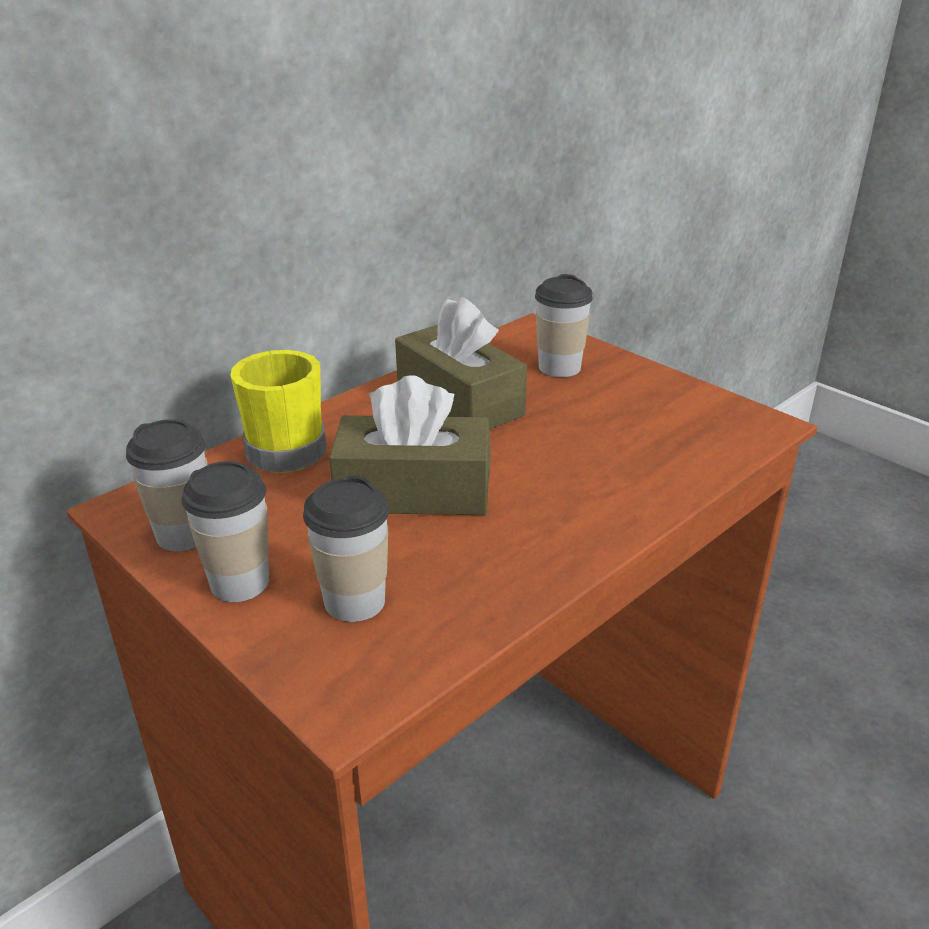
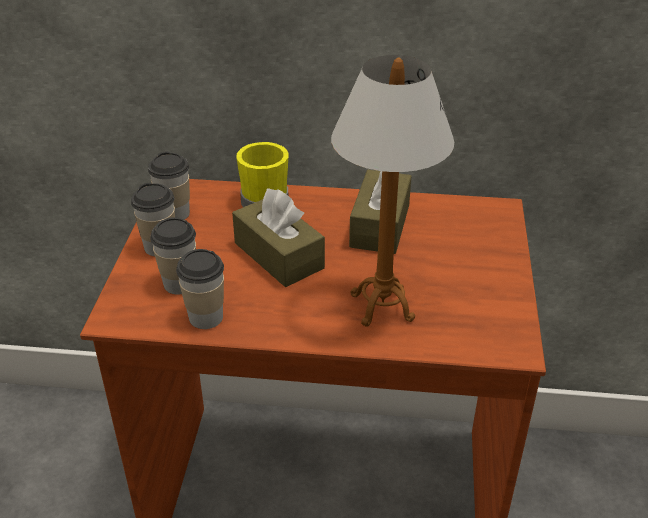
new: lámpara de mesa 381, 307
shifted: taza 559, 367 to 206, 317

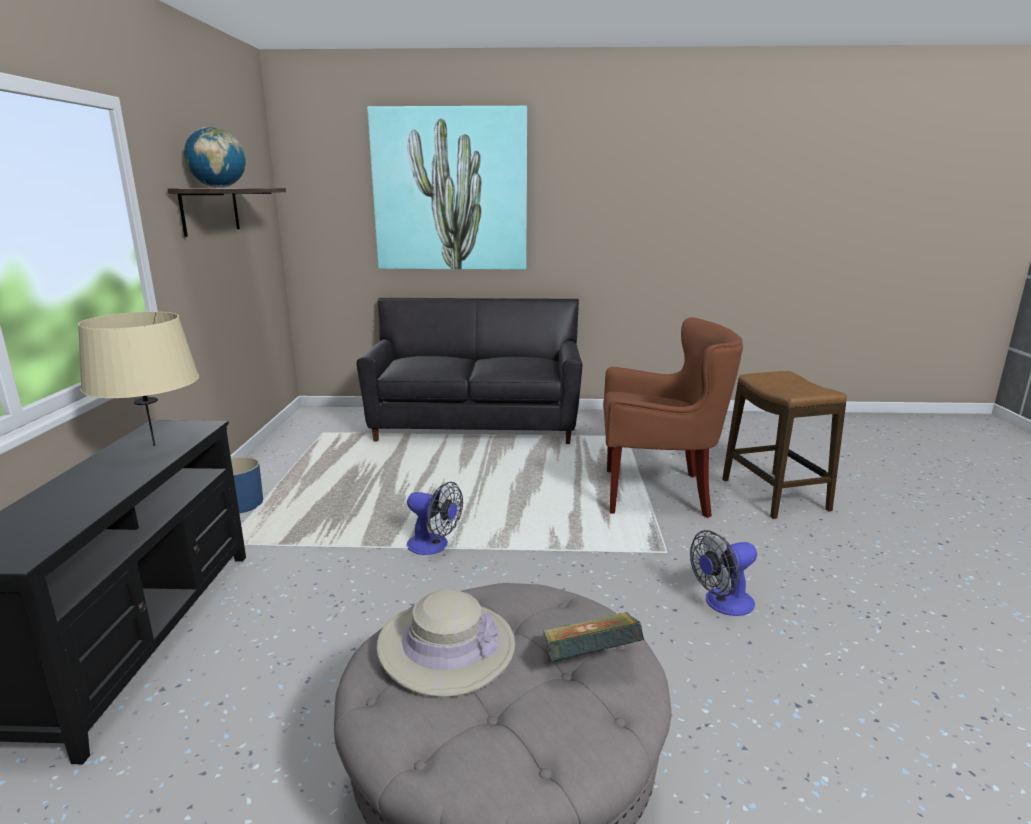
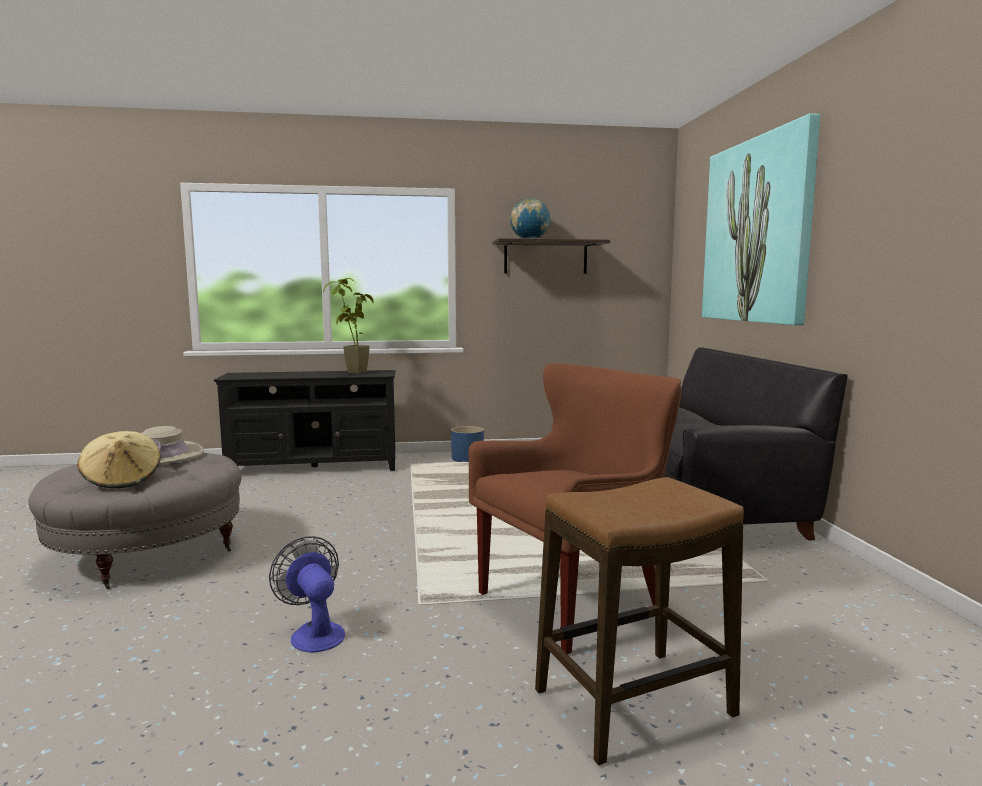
gone: ventilador 434, 546
swapped: libro 589, 661 to sombrero [beis] 122, 480; lámpara de mesa [beis] 155, 446 to planta en maceta 351, 373
rotated: sillón [marrón] 658, 494 = 575, 603 120 degrees counterclockwise

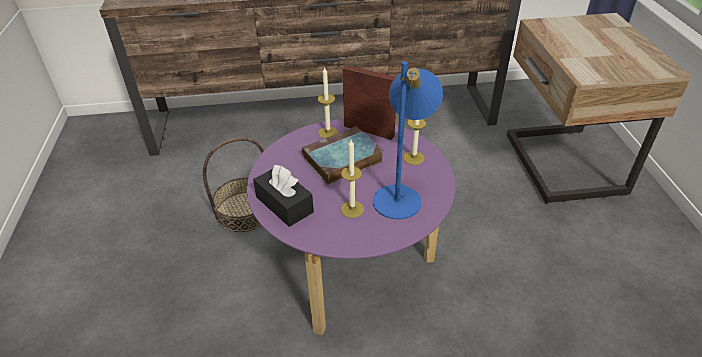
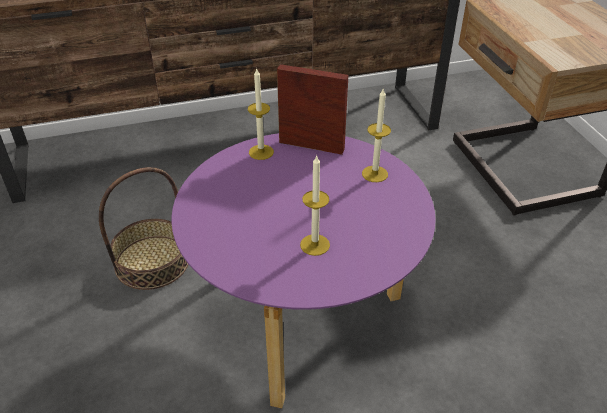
gone: caja de pañuelos [negro] 284, 204; libro 341, 160; lámpara de mesa [azul] 401, 196

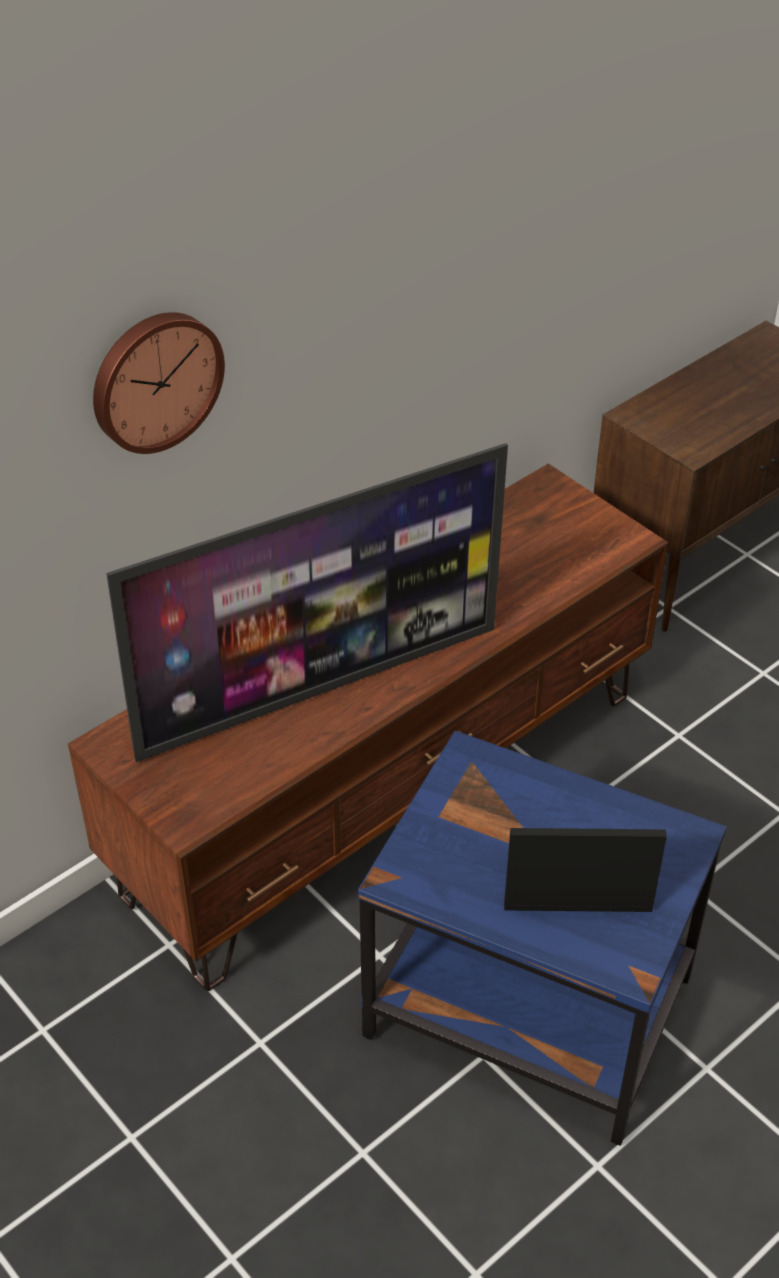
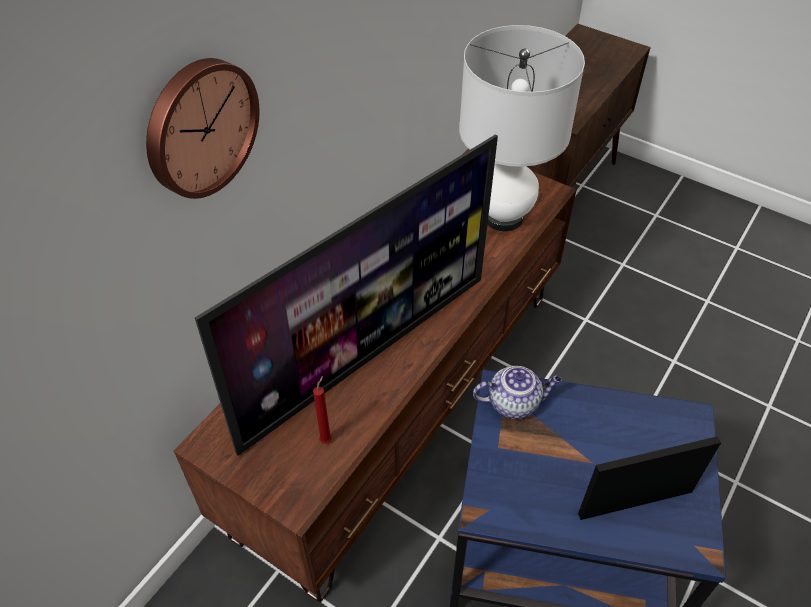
new: vela [rojo] 327, 439; lámpara de mesa [blanco] 503, 217; tetera 514, 403

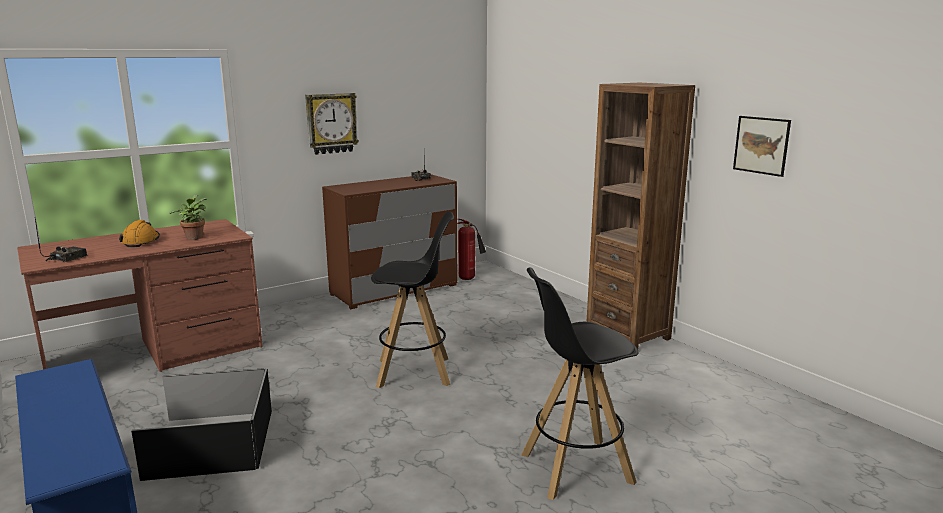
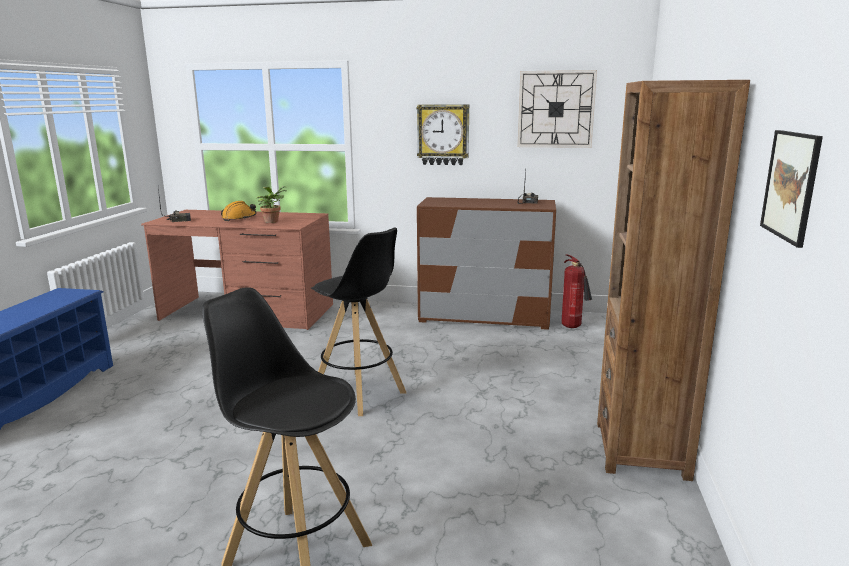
gone: caja de almacenaje [negro] 211, 442
new: reloj de pared 556, 109

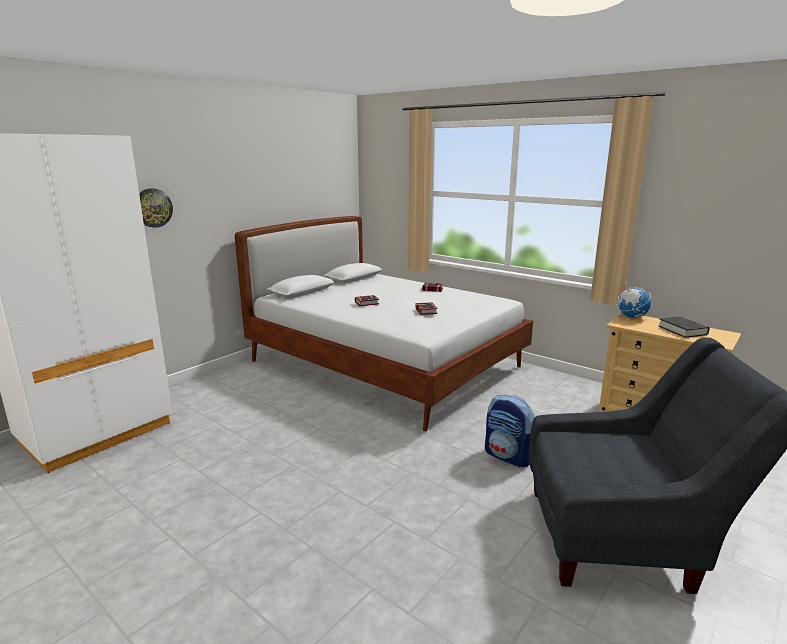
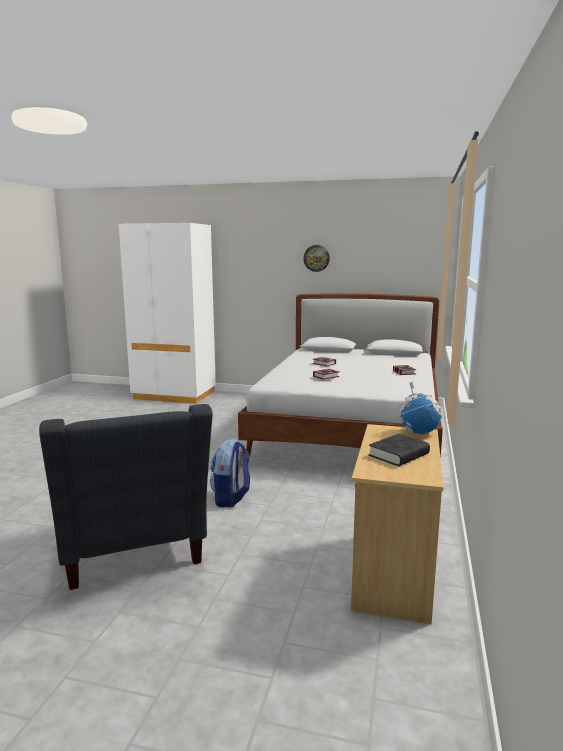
shifted: reloj de pared 153, 208 to 316, 258

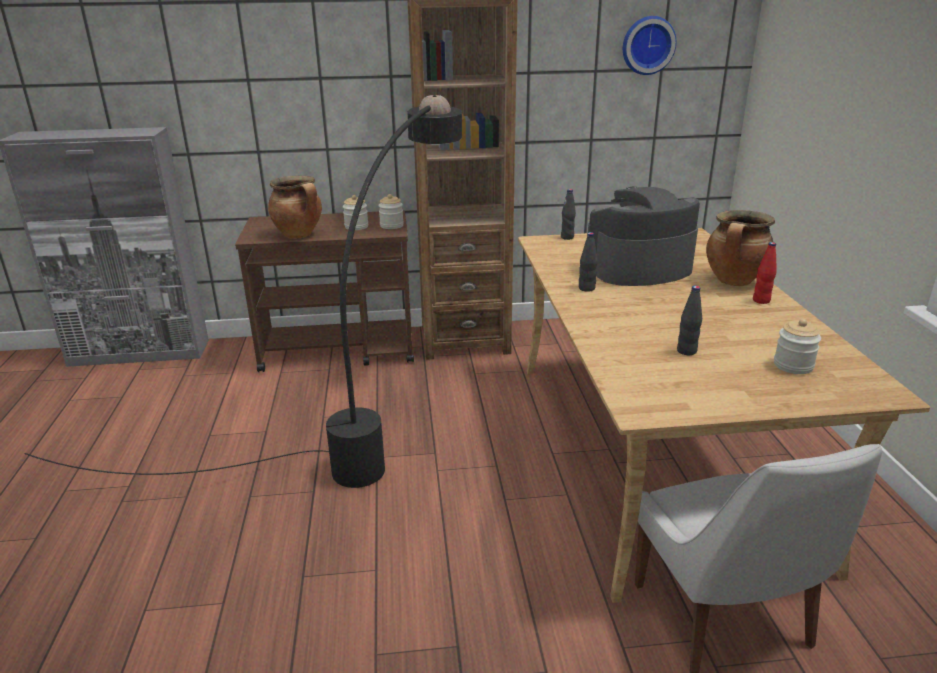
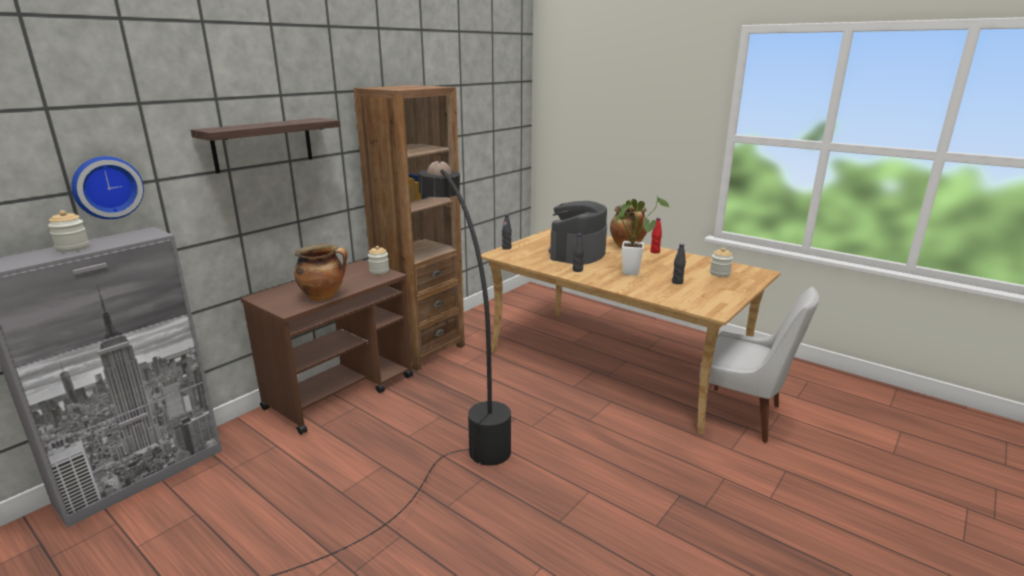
new: estante 263, 144; planta en maceta 631, 271
shifted: tarro 356, 227 to 73, 248; reloj de pared 647, 45 to 106, 187

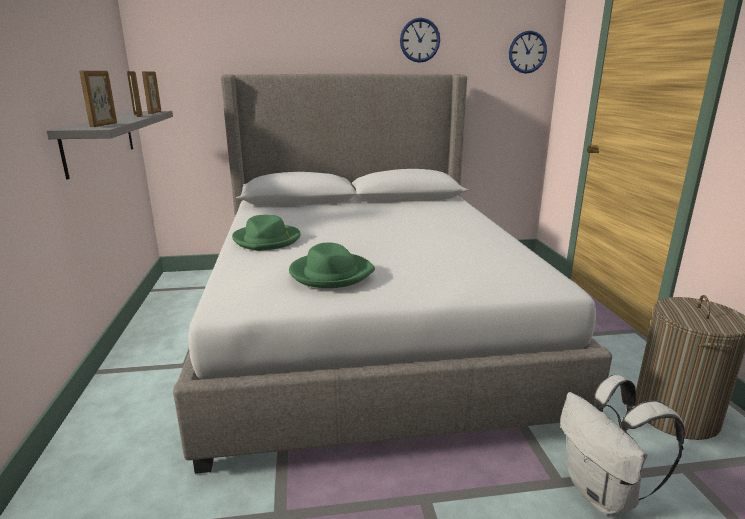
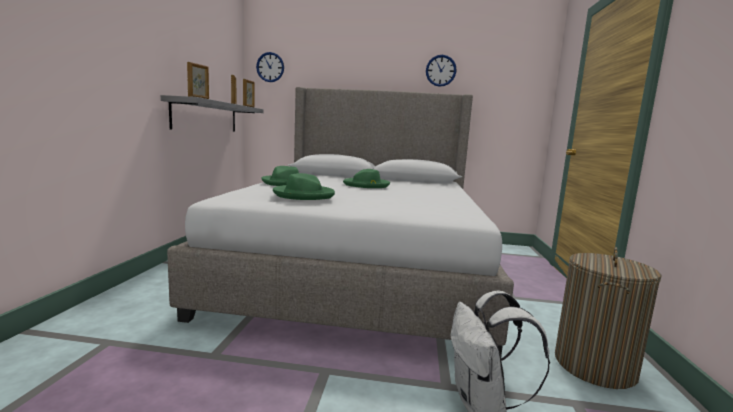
new: sombrero [verde] 366, 185
shifted: reloj de pared 527, 52 to 270, 67

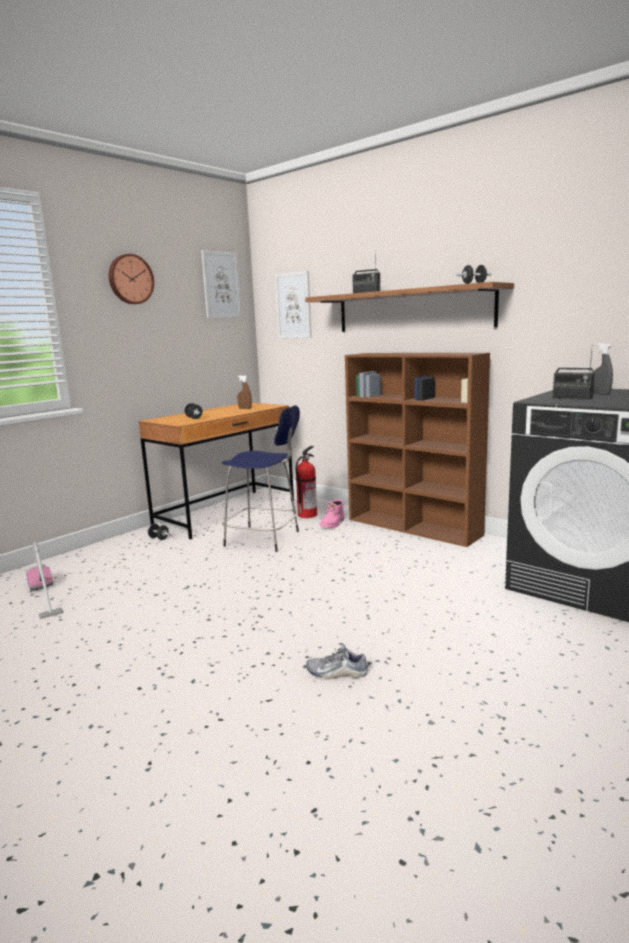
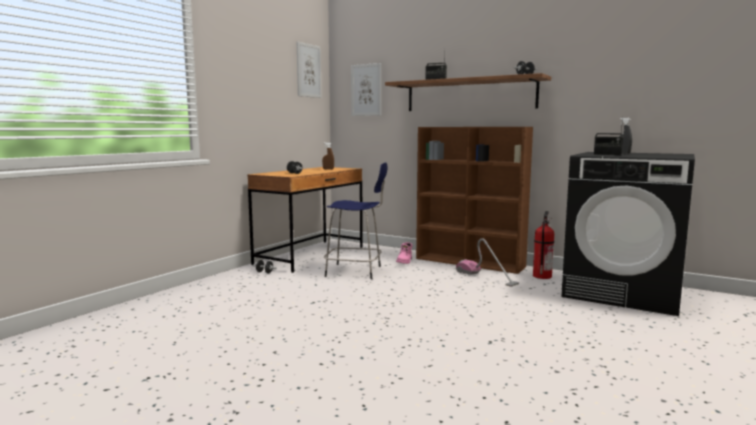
gone: reloj de pared 130, 279; zapato 337, 673
shifted: aspiradora 44, 597 to 486, 277; extintor 307, 514 to 542, 276

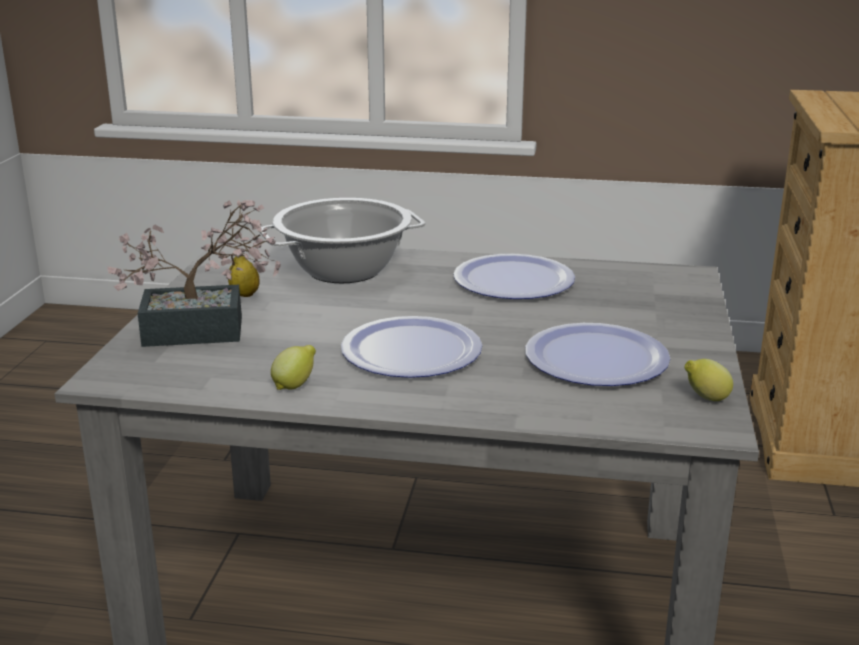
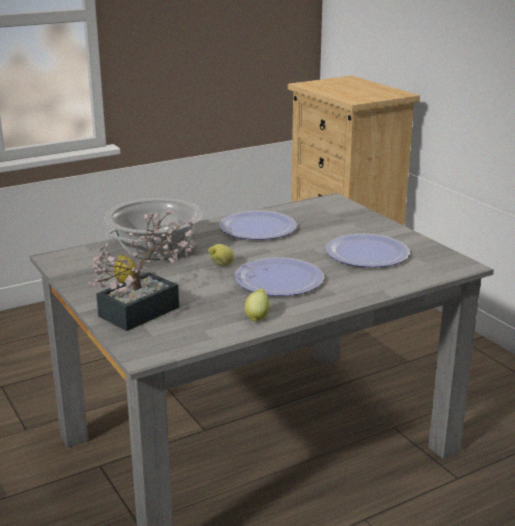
shifted: limón 705, 398 to 220, 266

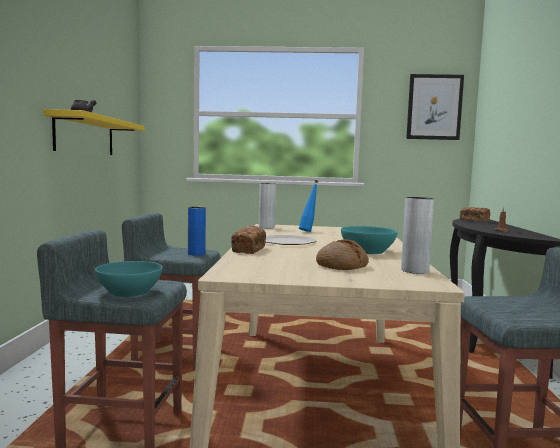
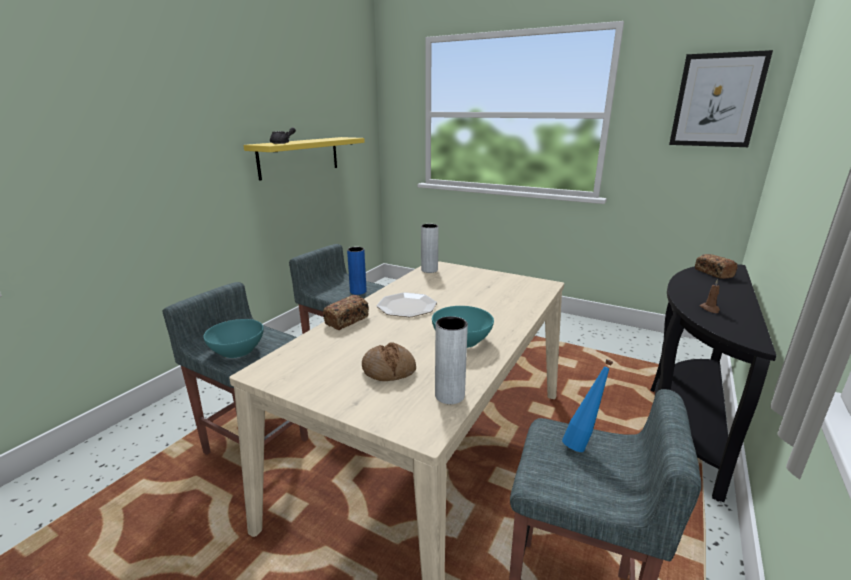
shifted: botella [azul] 308, 231 to 582, 443

